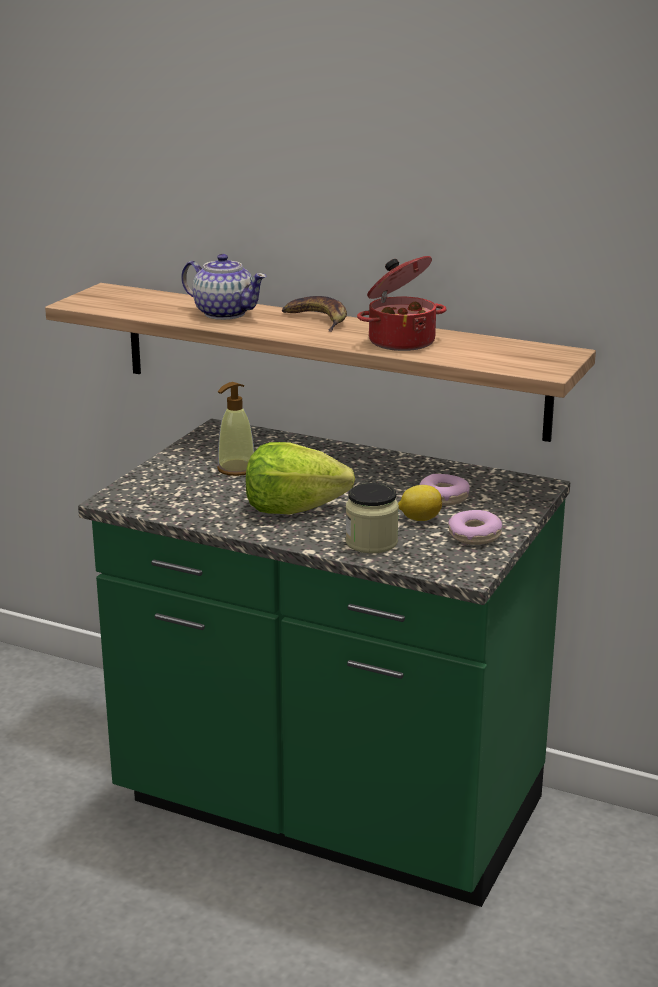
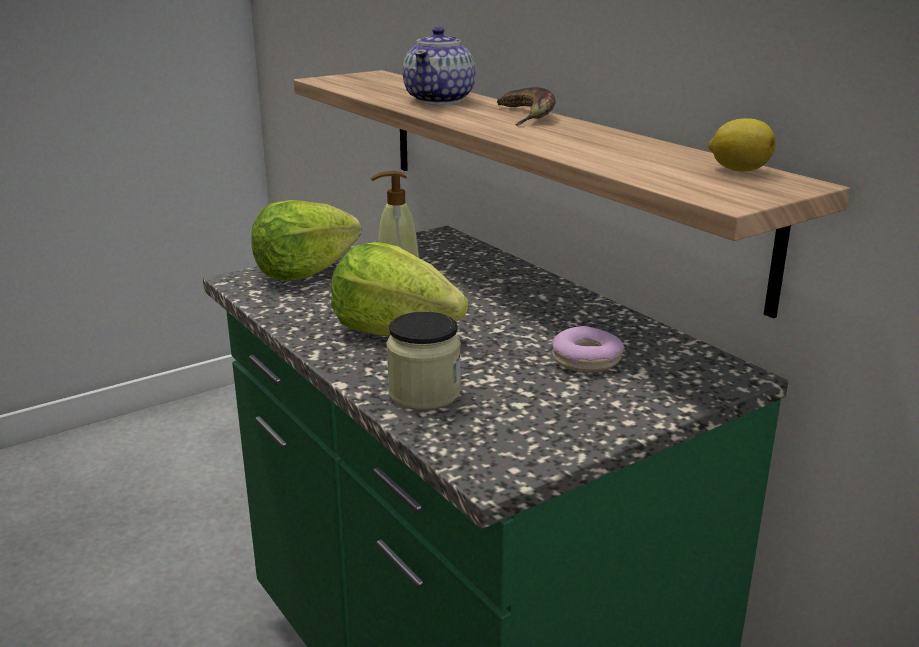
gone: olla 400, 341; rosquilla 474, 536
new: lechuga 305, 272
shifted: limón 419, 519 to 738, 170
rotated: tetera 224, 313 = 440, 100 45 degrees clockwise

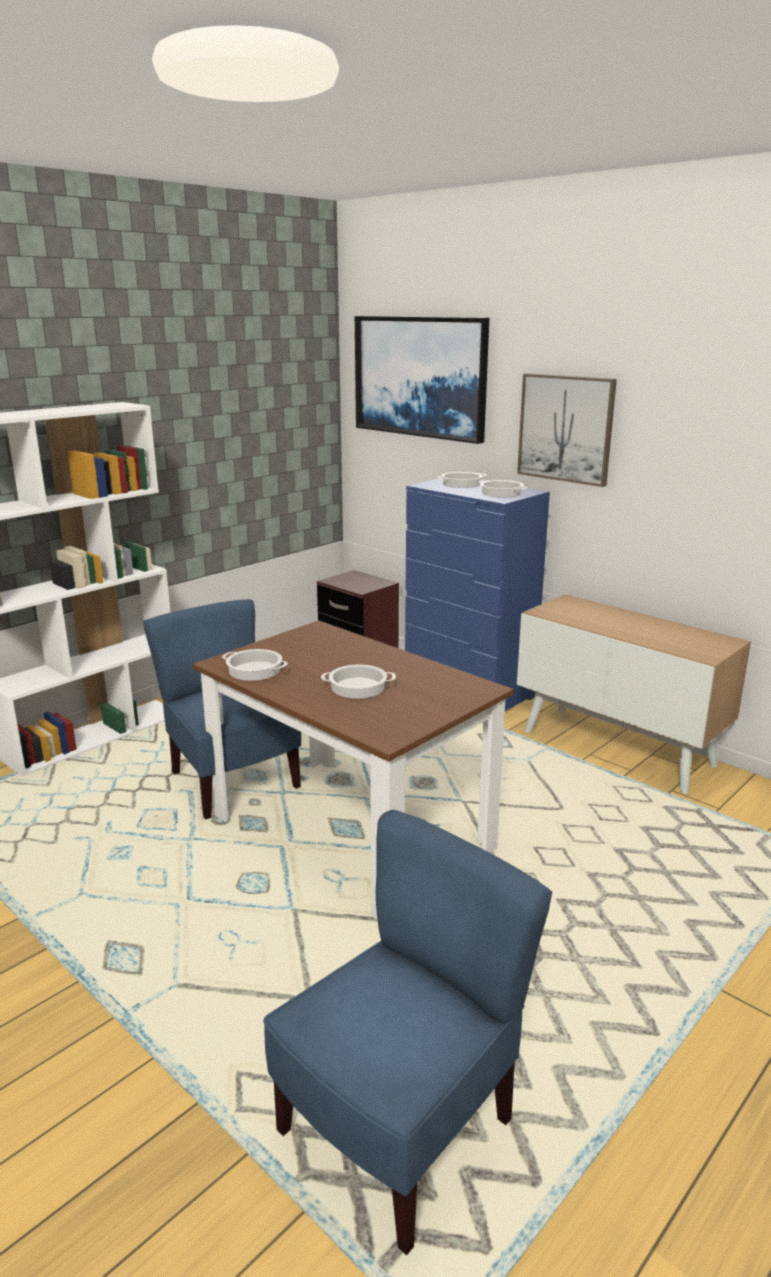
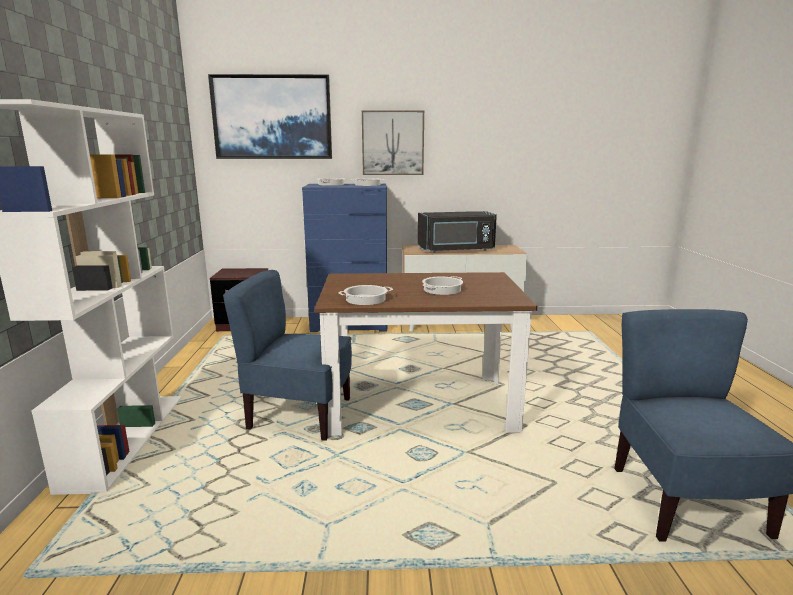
new: microondas [negro] 456, 250

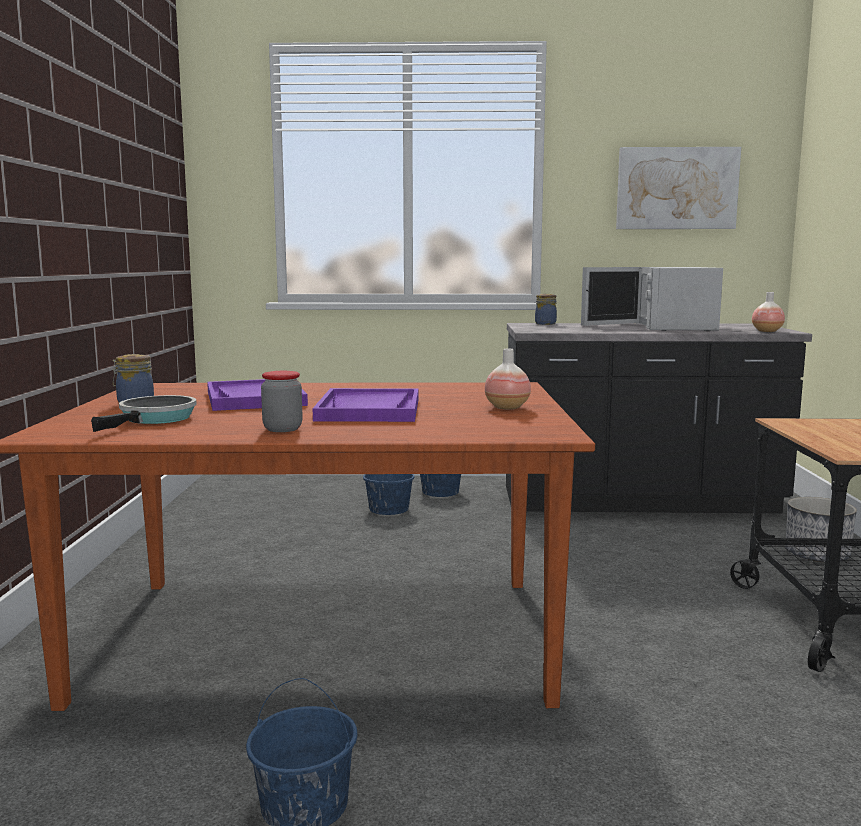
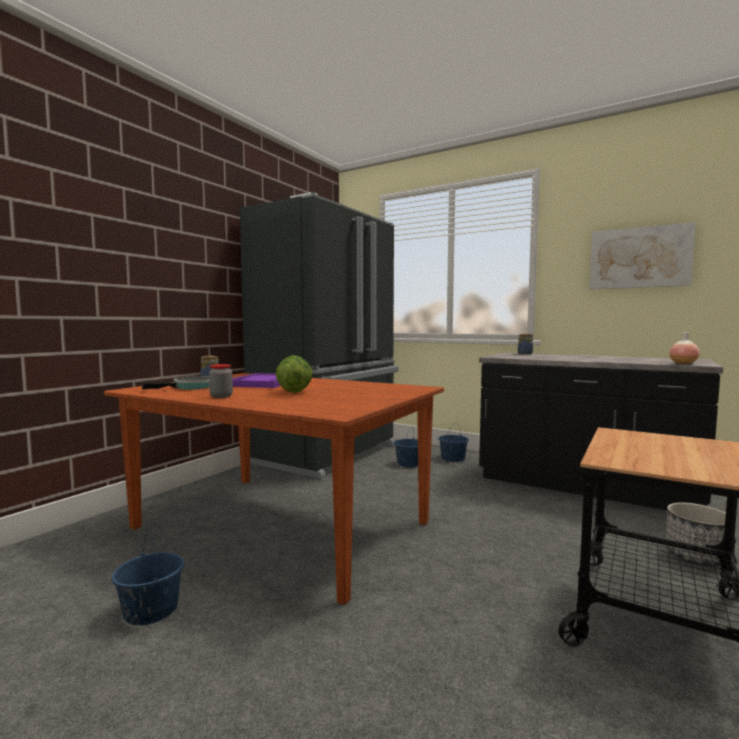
gone: florero 507, 407; microondas [blanco] 669, 327
new: nevera [negro] 329, 454
swapped: bandeja [morado] 369, 409 to lechuga 294, 392

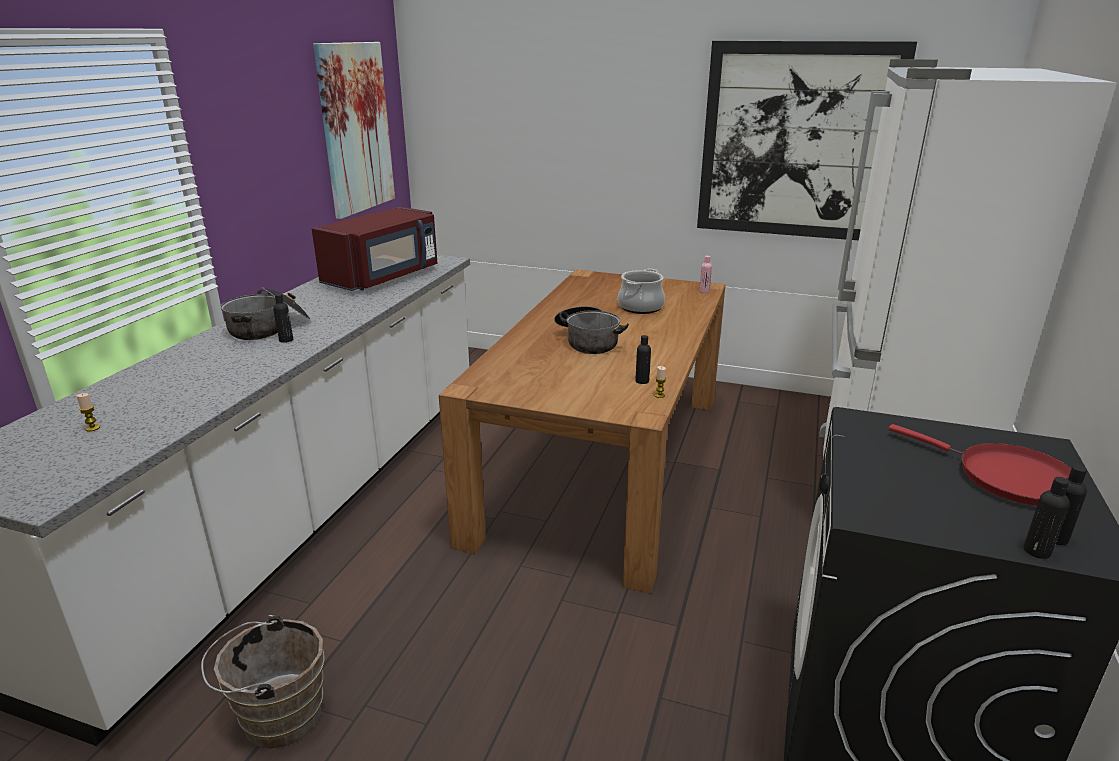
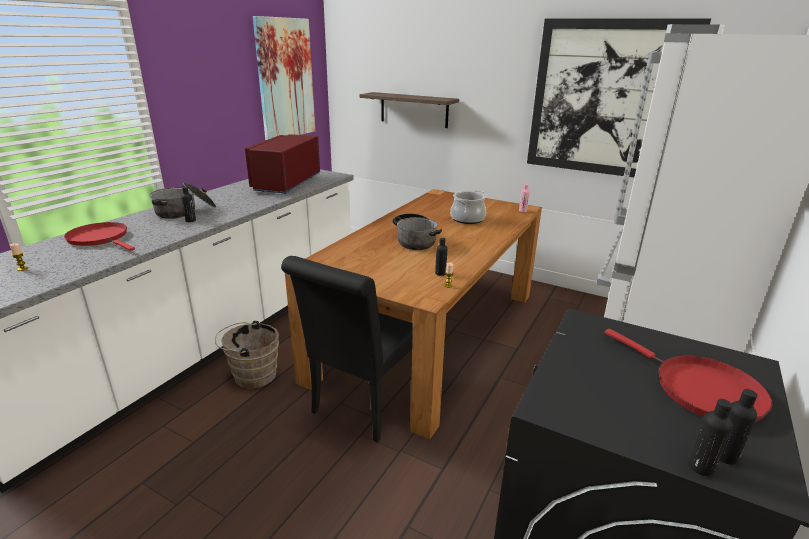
new: sartén [rojo] 100, 238; silla [negro] 367, 403; estante 414, 110
shifted: cubo [marrón] 276, 717 to 252, 375
rotated: microondas [rojo] 384, 277 = 285, 183 150 degrees clockwise

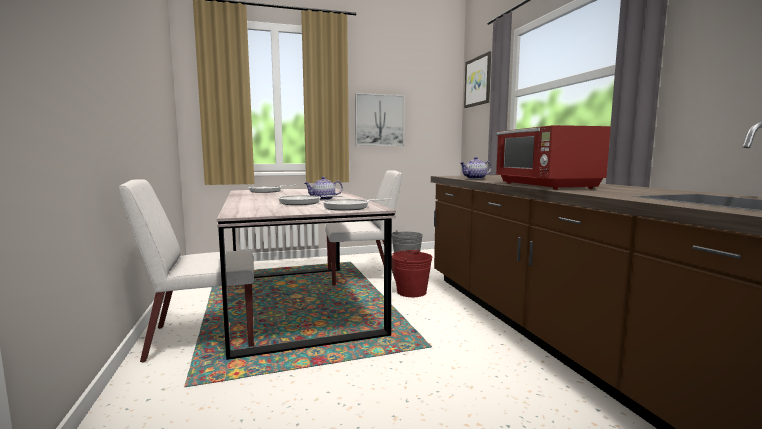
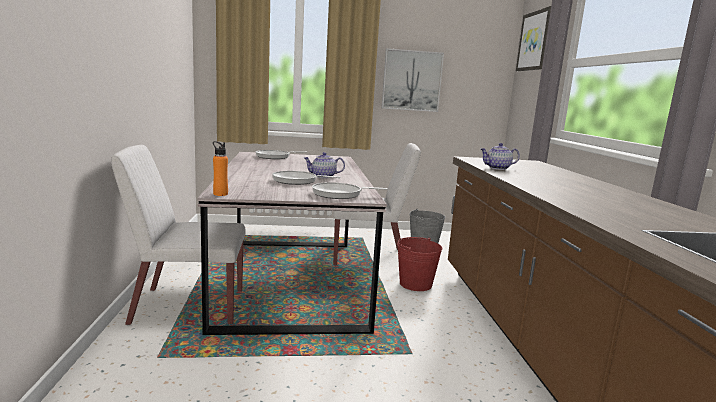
gone: microondas [rojo] 545, 186
new: botella [naranja] 220, 194

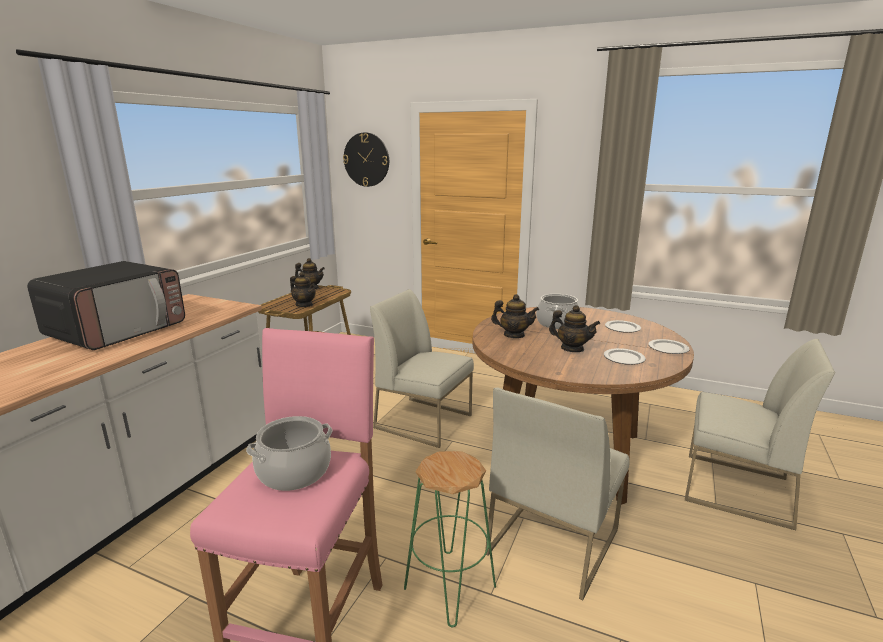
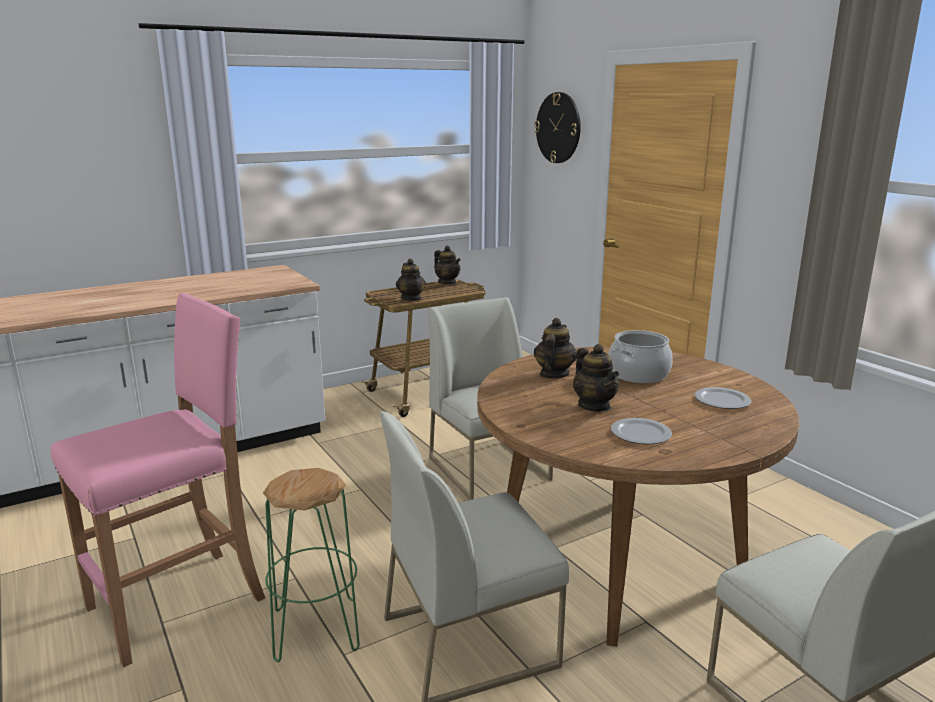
gone: microondas 118, 331; olla 294, 471; plato 668, 348
rotated: tetera 514, 335 = 553, 374 120 degrees counterclockwise

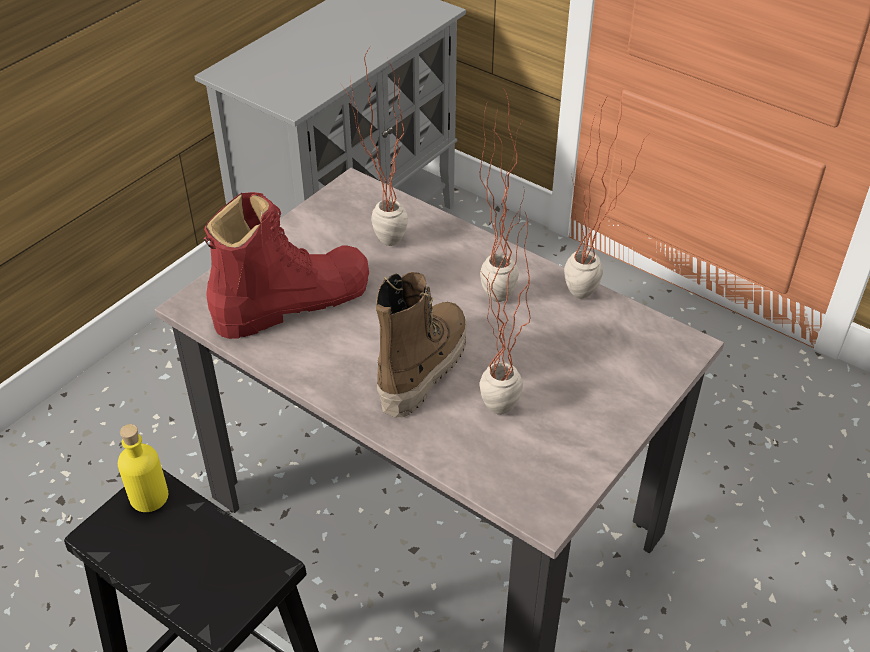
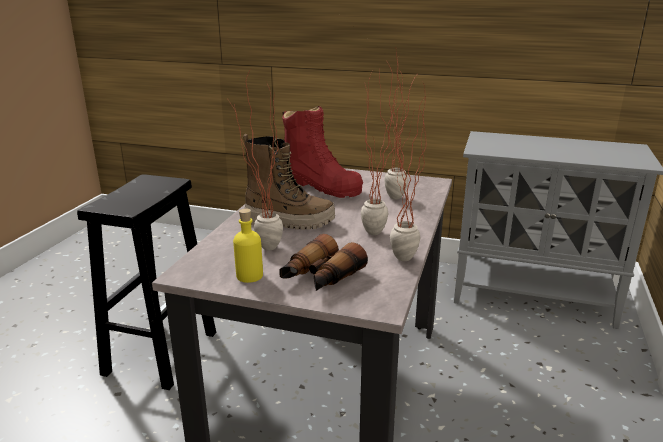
new: prismáticos 320, 277
shifted: botella [amarillo] 149, 497 to 249, 276

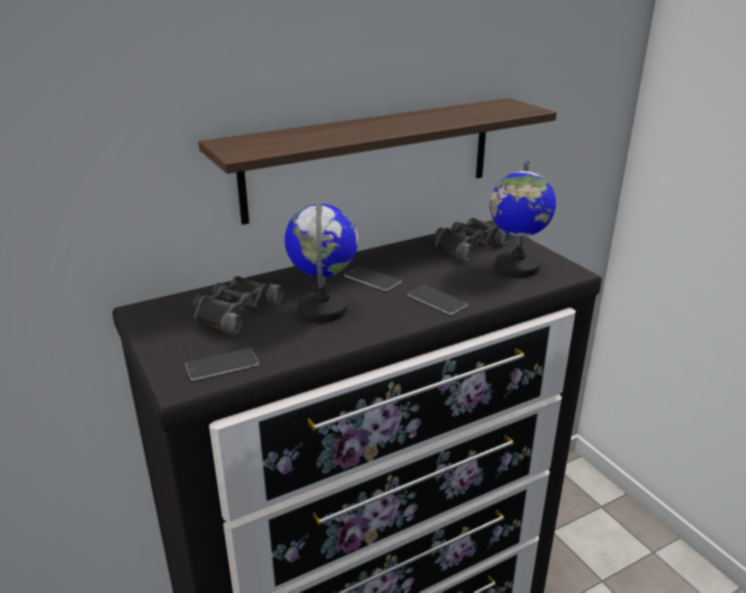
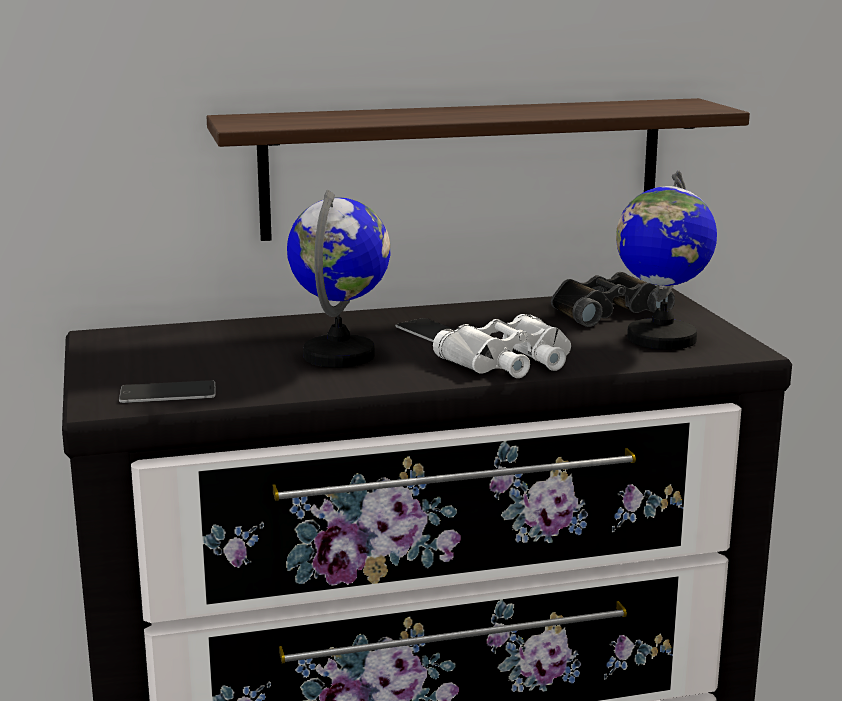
gone: prismáticos [negro] 234, 311
swapped: móvil 437, 300 to prismáticos [blanco] 510, 361

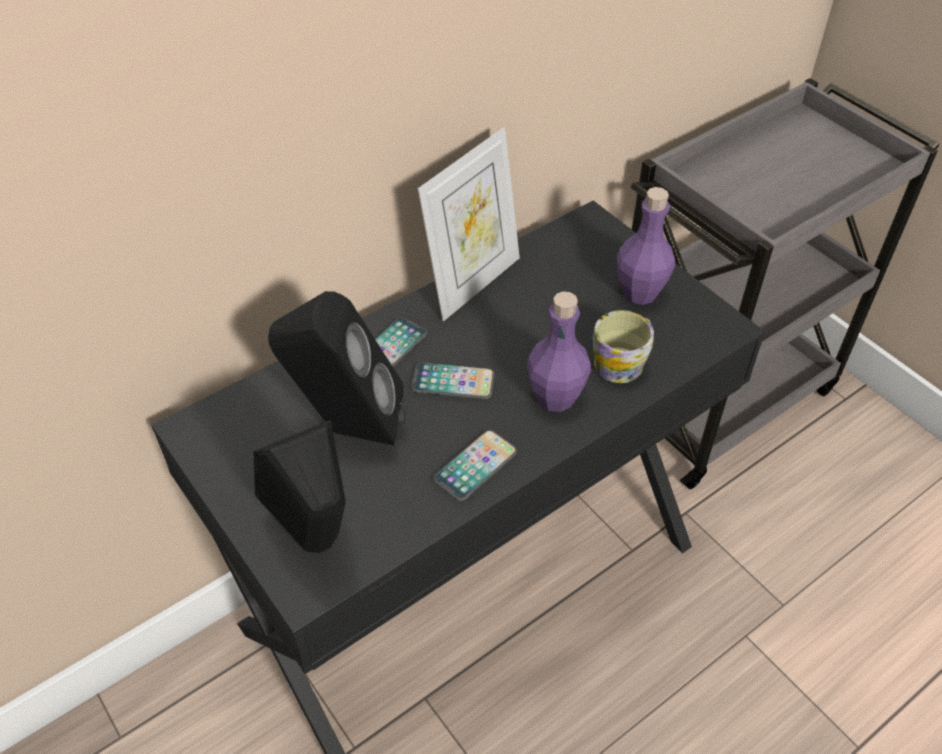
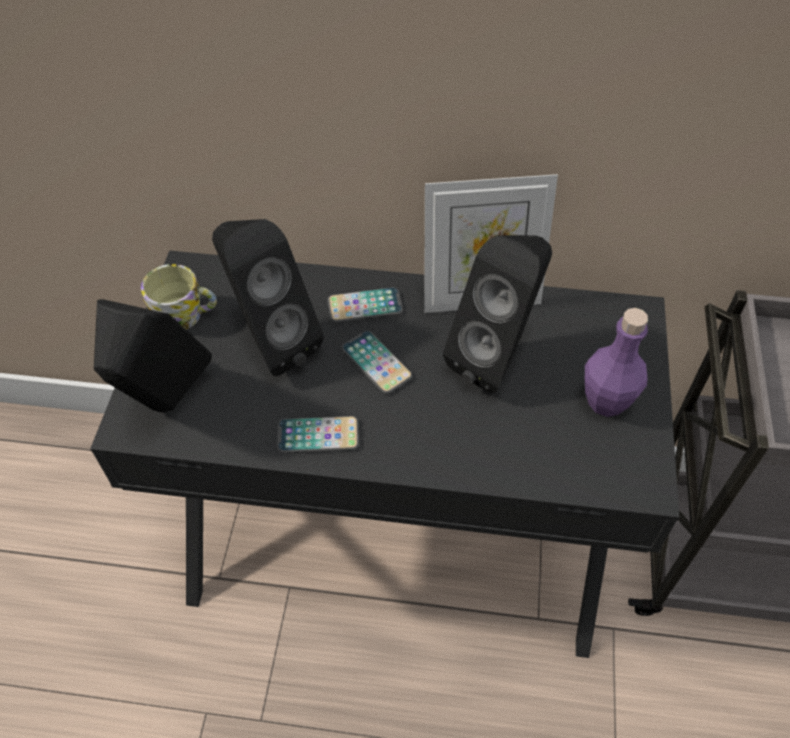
gone: botella [morado] 555, 397
new: altavoz [negro] 496, 357
shifted: taza grande 623, 361 to 186, 315

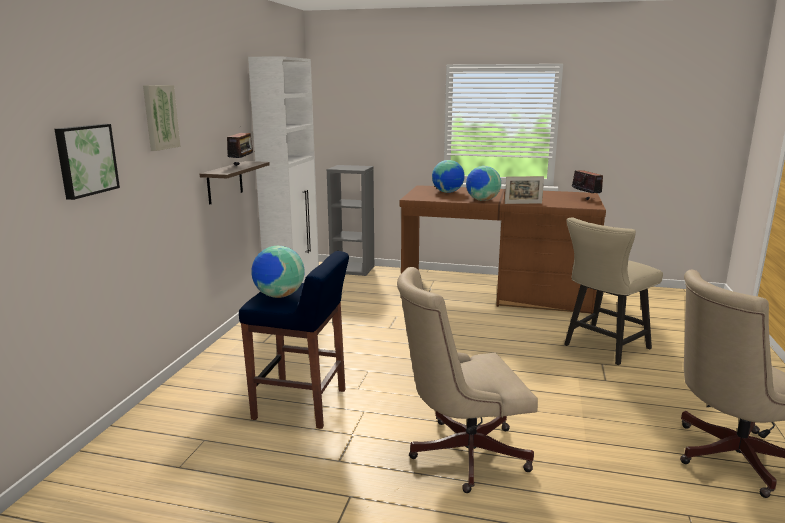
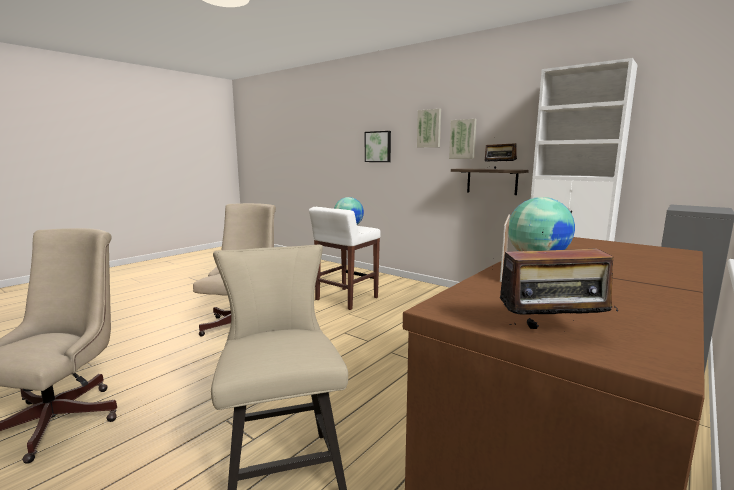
gone: globo terráqueo 448, 192
new: cuadro 463, 139
repainted: taburete [azul] 302, 405 to taburete [blanco] 345, 299

